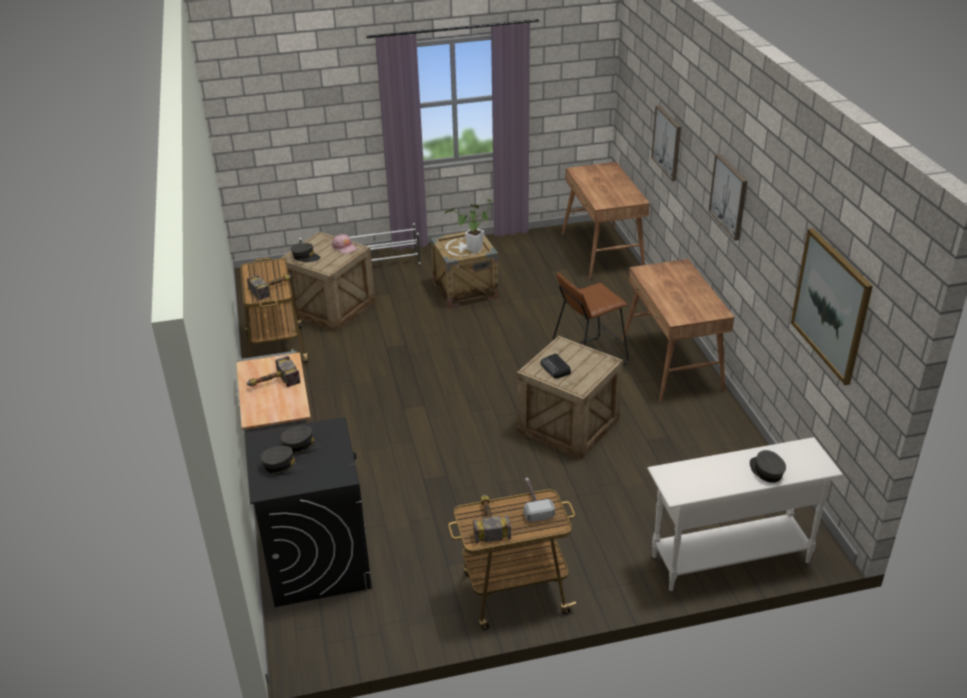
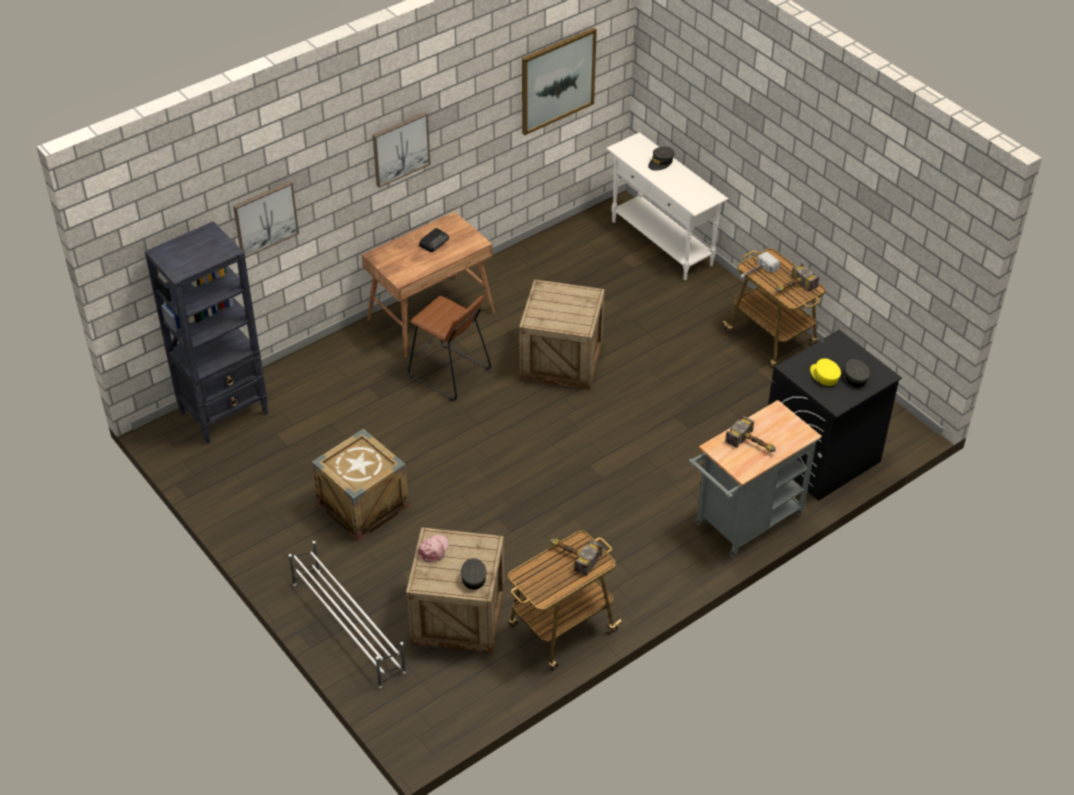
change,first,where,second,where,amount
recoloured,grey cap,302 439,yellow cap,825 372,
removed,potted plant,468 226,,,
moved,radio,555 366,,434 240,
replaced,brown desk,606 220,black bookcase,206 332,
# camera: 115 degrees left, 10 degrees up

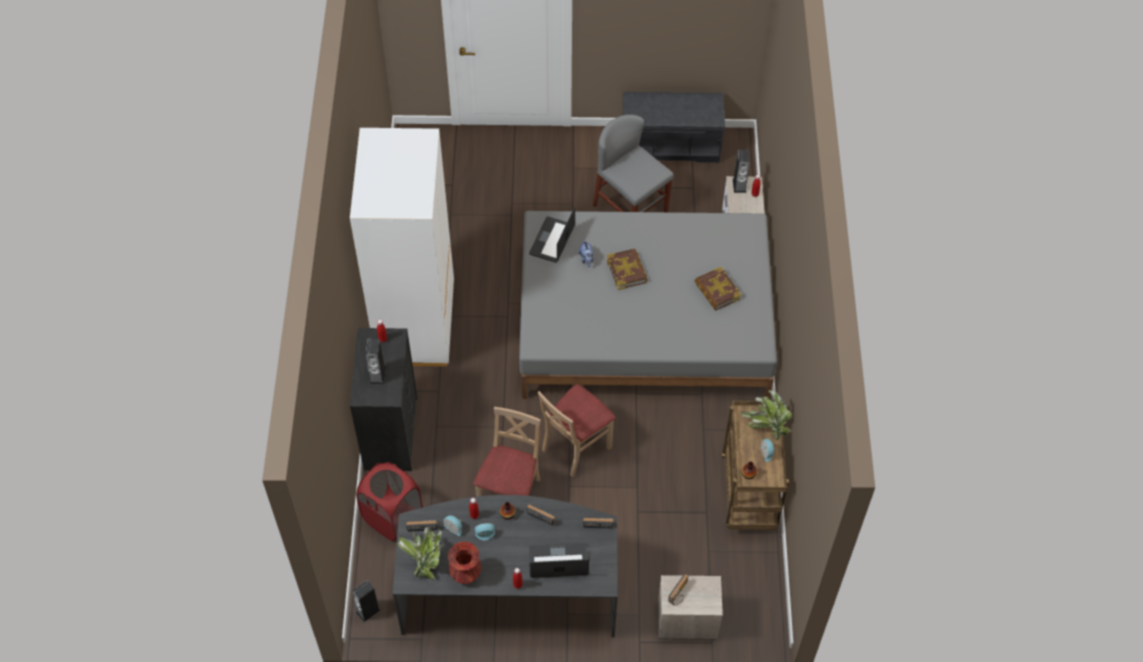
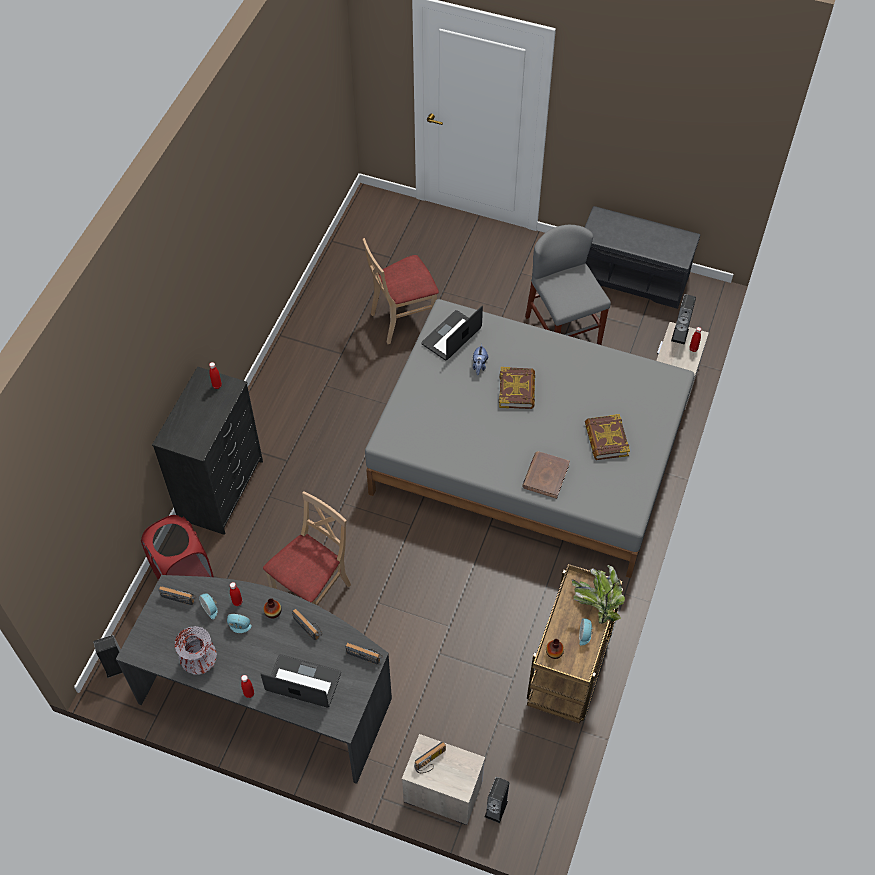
change,first,where,second,where,amount
removed,white wardrobe,402 247,,,
moved,speaker,375 362,,497 800,
removed,potted plant,420 553,,,
recoloured,red vase,464 562,grey vase,195 650,
moved,beige chair,577 430,,401 291,
added,,,brown book,546 475,
# camera: 20 degrees right, 0 degrees up

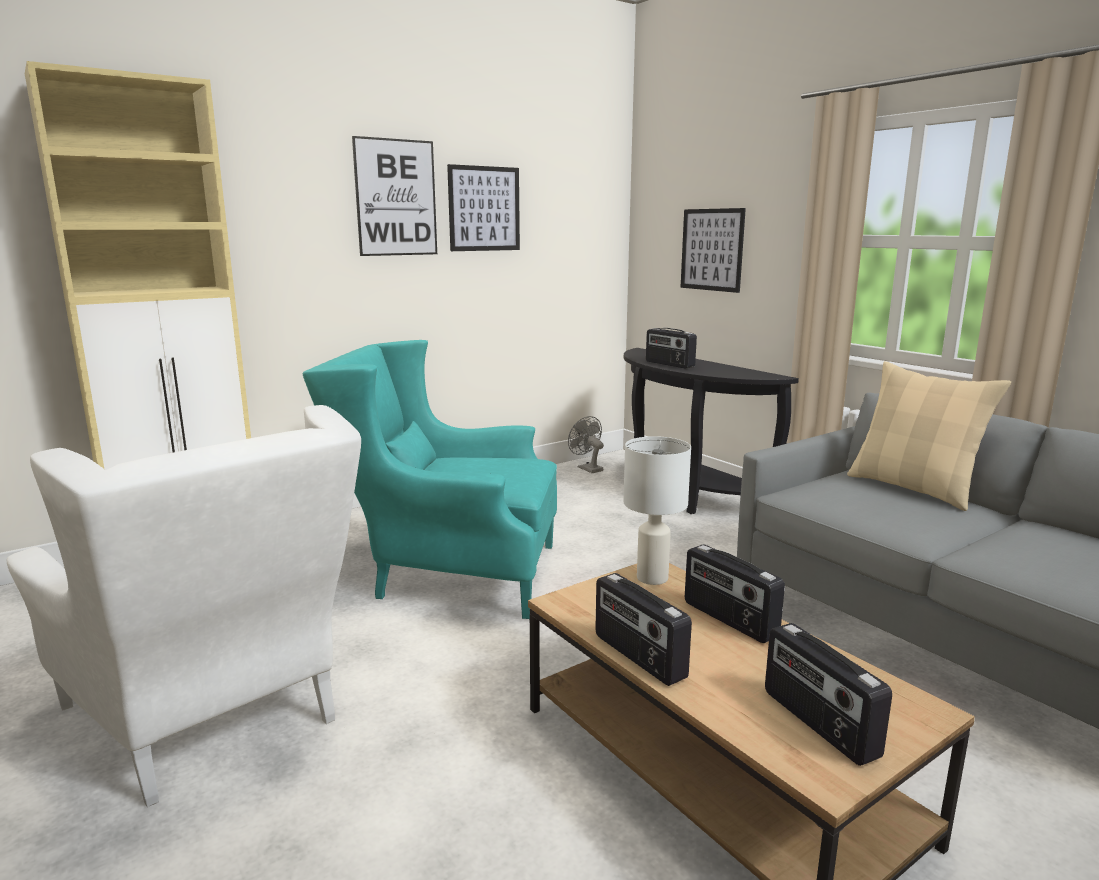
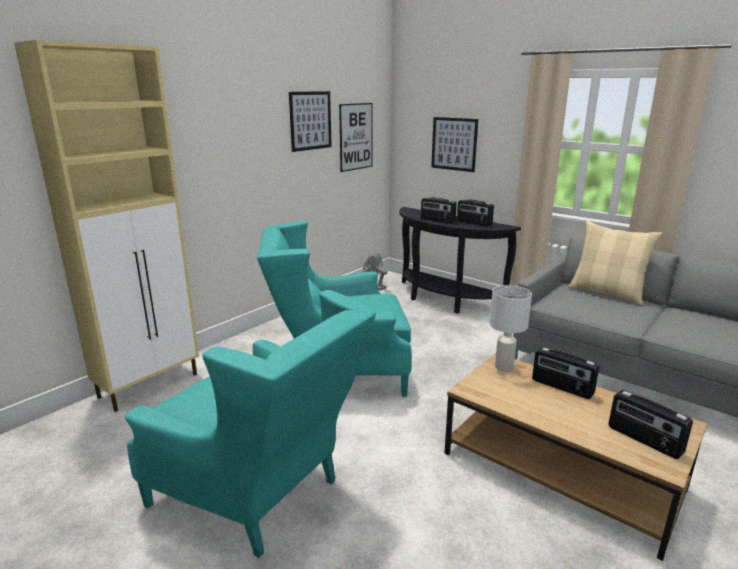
change,first,where,second,where,amount
recoloured,white armchair,183 606,turquoise armchair,250 424,
moved,picture,394 196,,356 137,
moved,radio,643 629,,475 213,
# camera: 15 degrees left, 5 degrees up

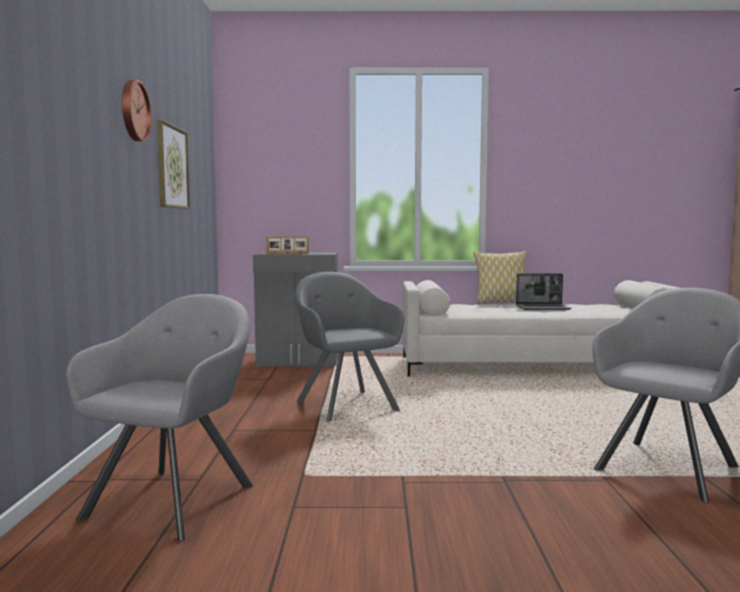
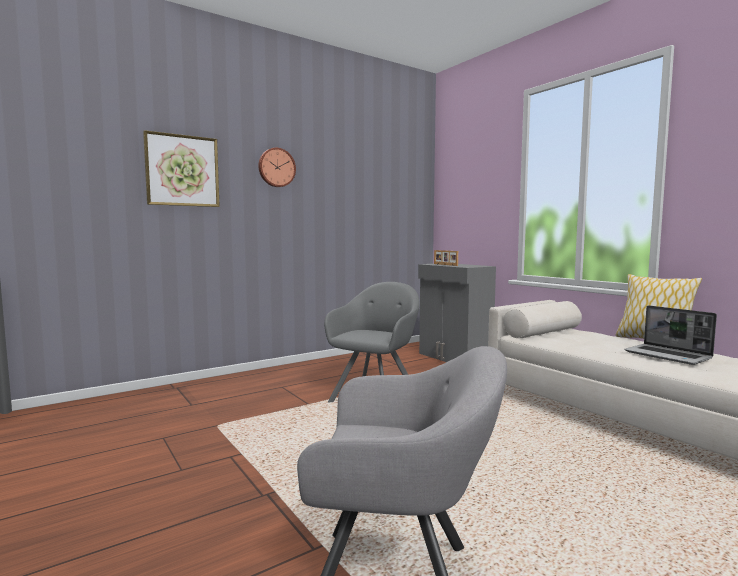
change,first,where,second,where,amount
removed,grey armchair,160 417,,,
moved,picture,173 164,,181 168,
# camera: 55 degrees right, 0 degrees up

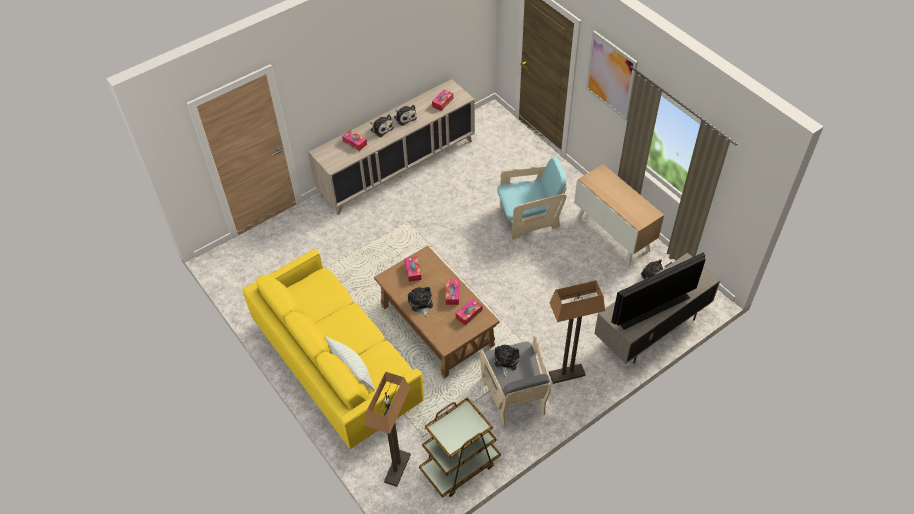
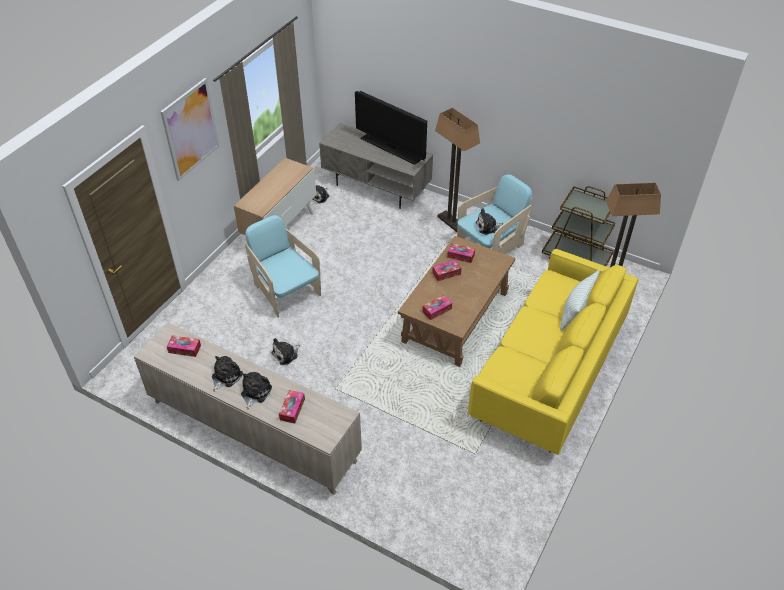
change,first,where,second,where,amount
moved,plush toy,420 302,,285 351,
recoloured,grey armchair,515 381,turquoise armchair,495 214,
# camera: 115 degrees left, 5 degrees down

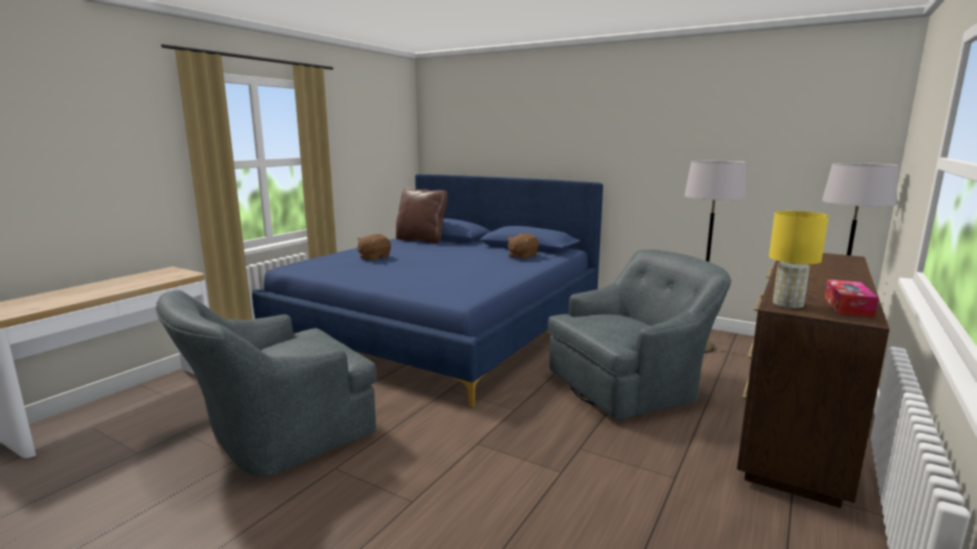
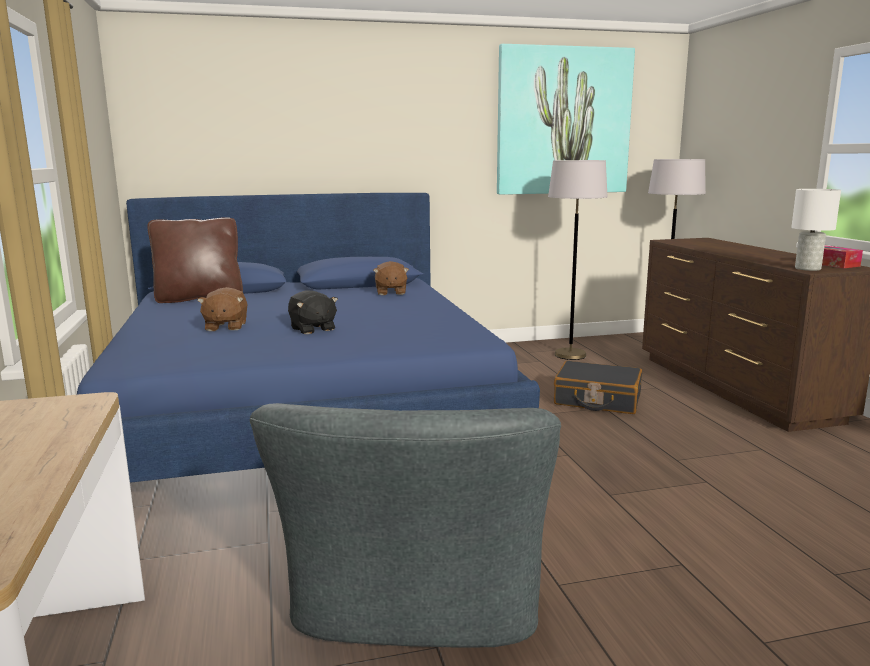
change,first,where,second,where,amount
replaced,grey armchair,639 334,black suitcase,598 387,
recoloured,yellow table lamp,799 260,white table lamp,816 230,
added,,,black plush toy,313 312,
added,,,picture,566 119,
# camera: 45 degrees left, 0 degrees up

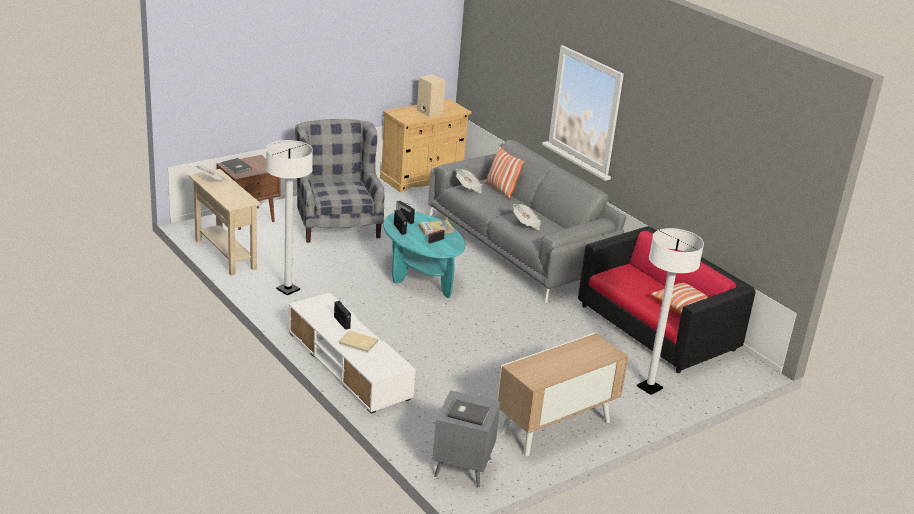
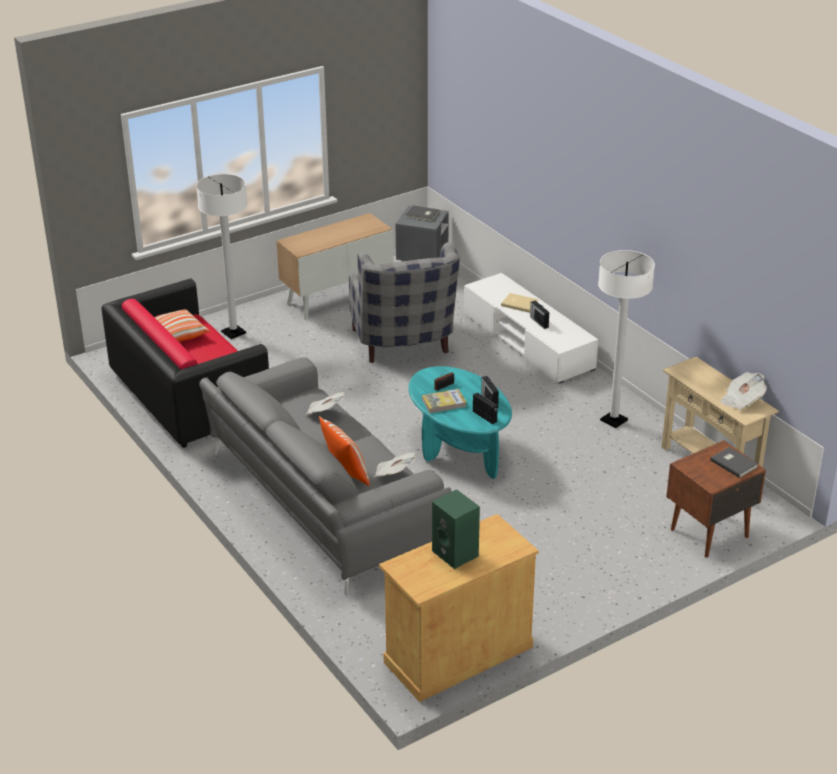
change,first,where,second,where,amount
moved,grey armchair,339 181,,404 302,
recoloured,beige speaker,431 95,green speaker,456 529,
# camera: 175 degrees left, 5 degrees up

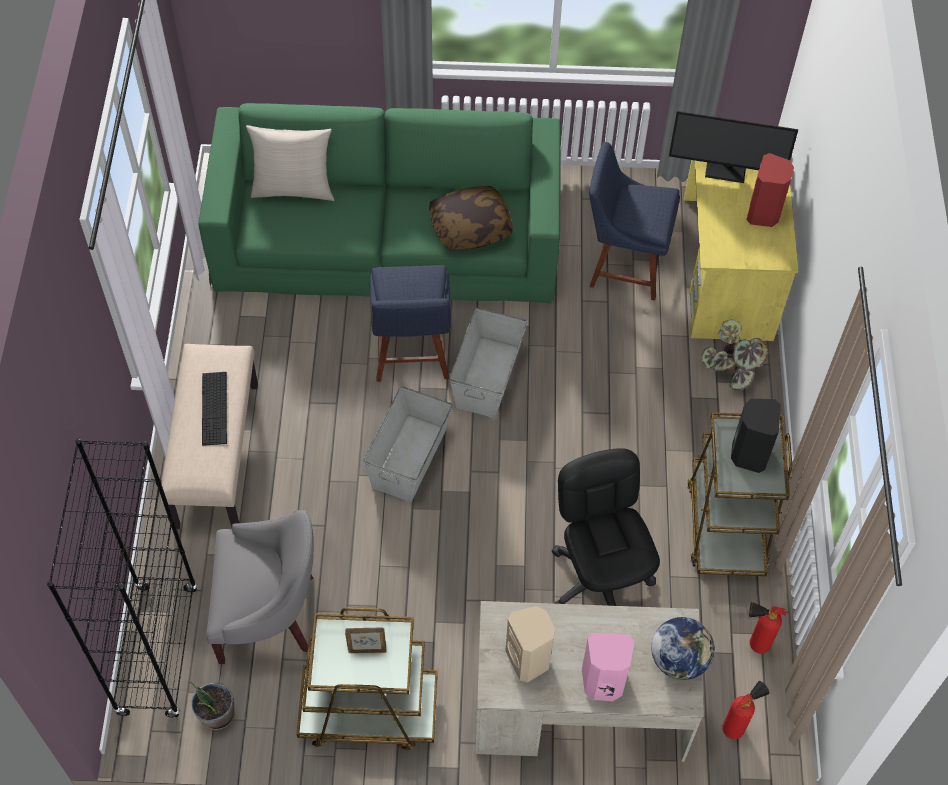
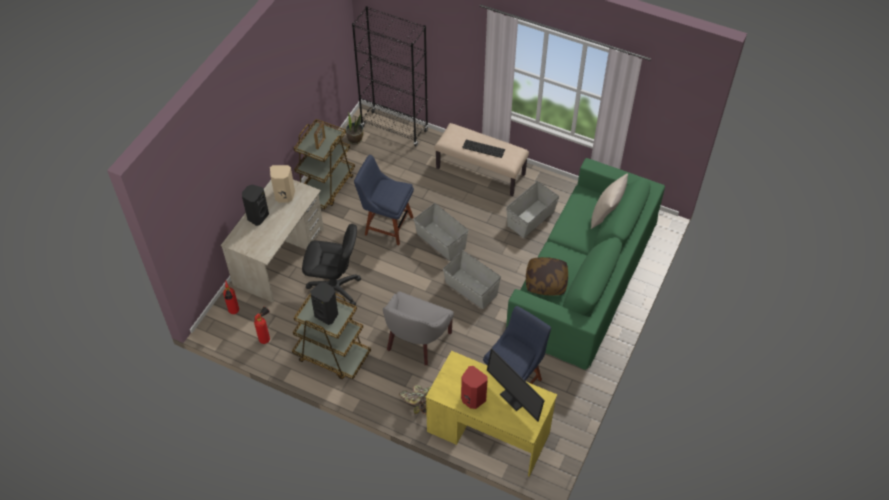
change,first,where,second,where,amount
moved,grey armchair,260 586,,418 328,
moved,blue chair,410 323,,384 200,
recoloured,pink speaker,608 666,black speaker,255 205,
removed,globe,683 648,,,
turned,monitor,733 147,,516 384,75 degrees counterclockwise
added,,,grey storage box,532 209,
# camera: 115 degrees right, 5 degrees down

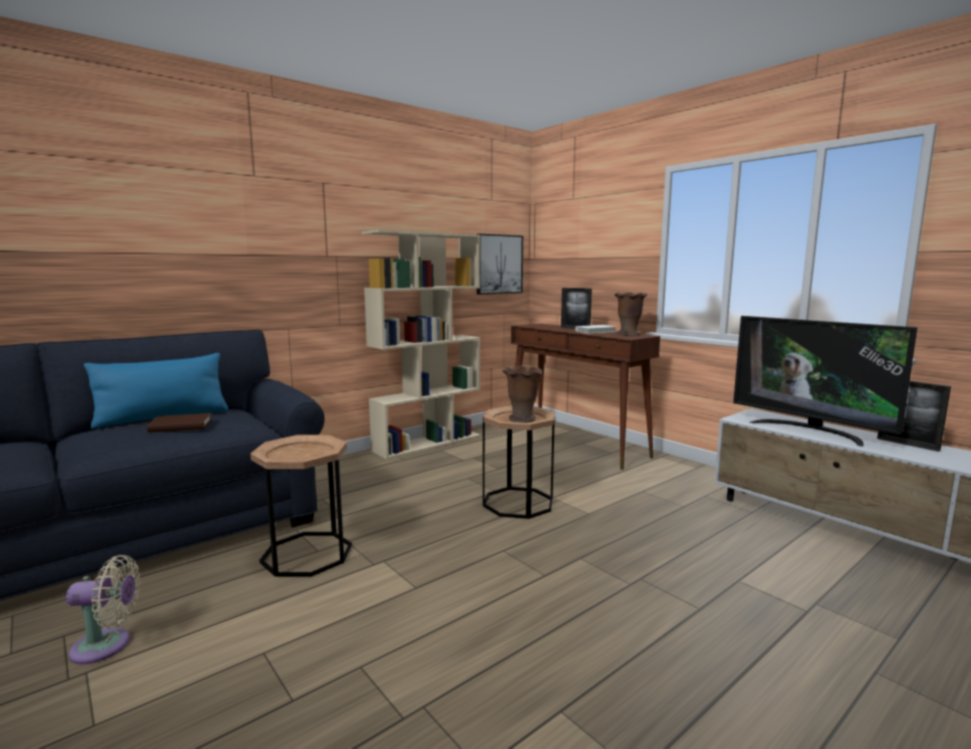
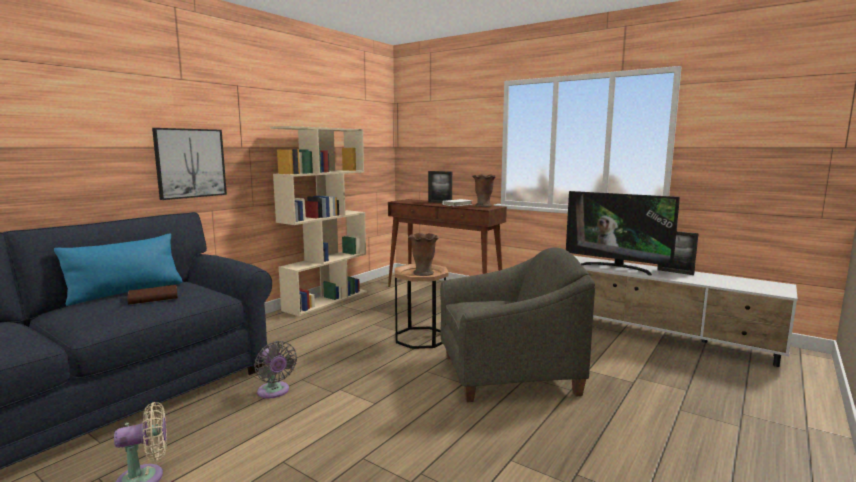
change,first,where,second,where,amount
replaced,brown side table,301 506,grey fan,275 369,
moved,picture,500 264,,189 164,
added,,,grey armchair,517 325,
# camera: 15 degrees left, 0 degrees up

